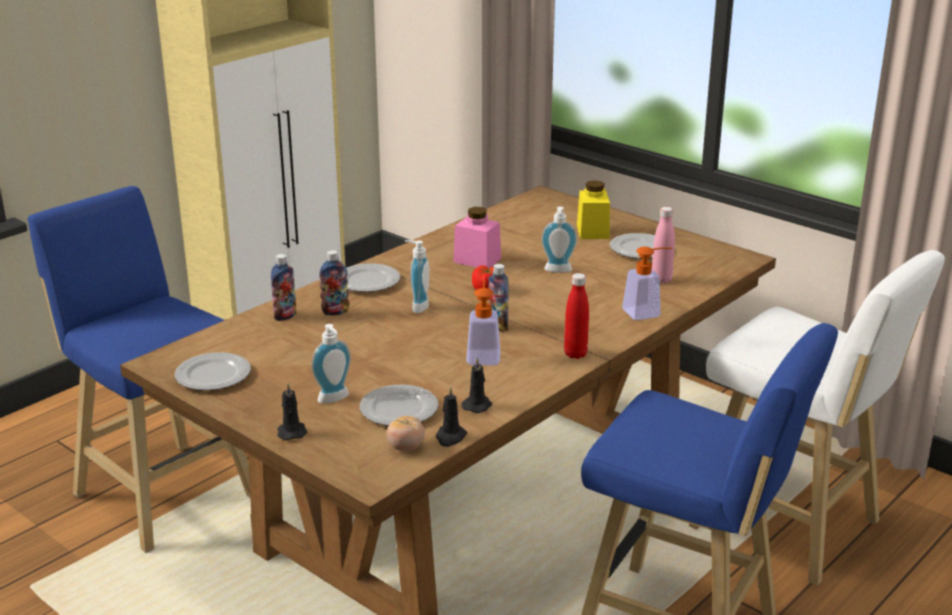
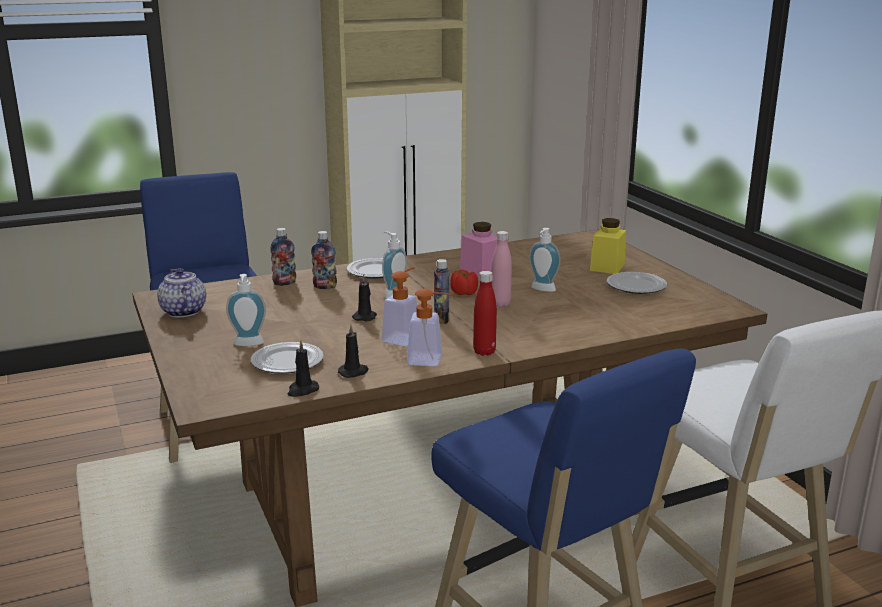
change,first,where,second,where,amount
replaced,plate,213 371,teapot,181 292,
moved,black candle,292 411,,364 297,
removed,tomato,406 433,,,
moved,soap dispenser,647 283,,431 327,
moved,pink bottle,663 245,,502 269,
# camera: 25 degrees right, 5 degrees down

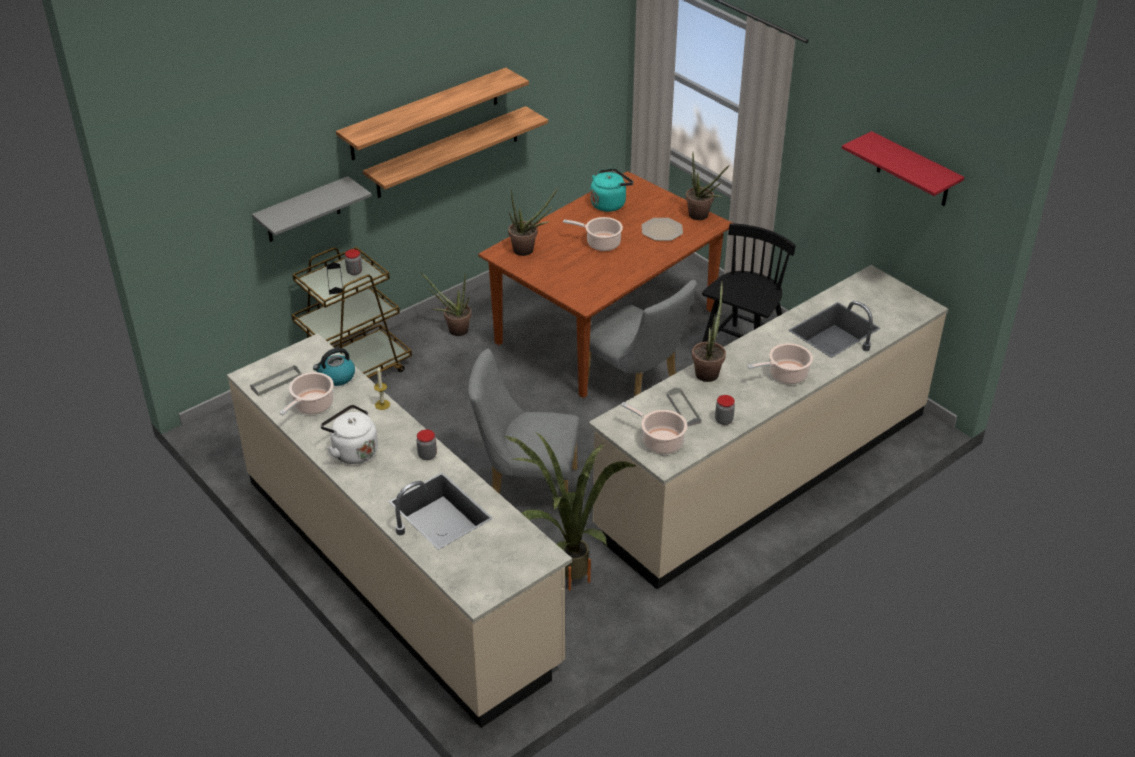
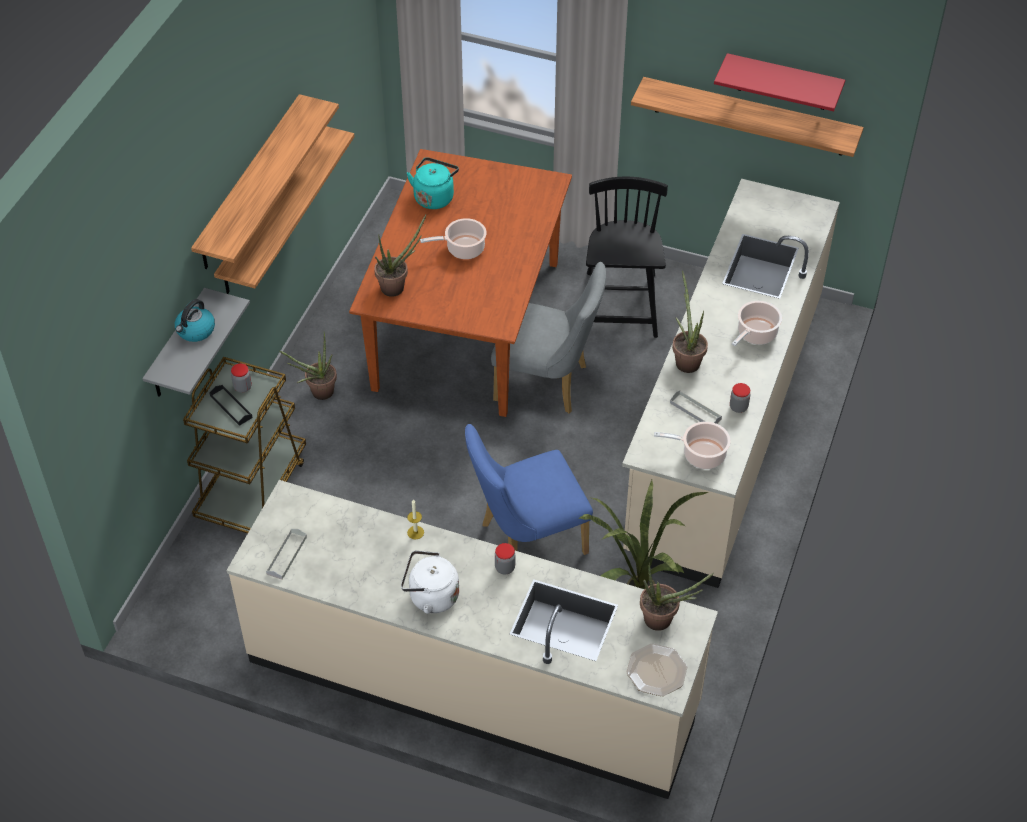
change,first,where,second,where,amount
removed,cooking pot,307 393,,,
moved,kettle,334 367,,195 320,
recoloured,grey chair,523 421,blue chair,529 489,
moved,plate,662 229,,657 670,
moved,potted plant,707 187,,677 596,
added,,,shelf,747 117,
# camera: 30 degrees left, 10 degrees up

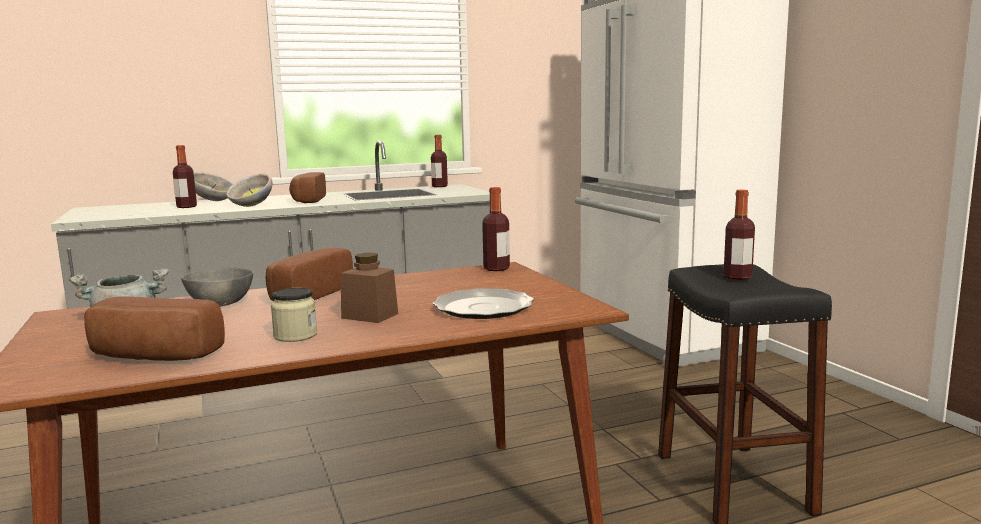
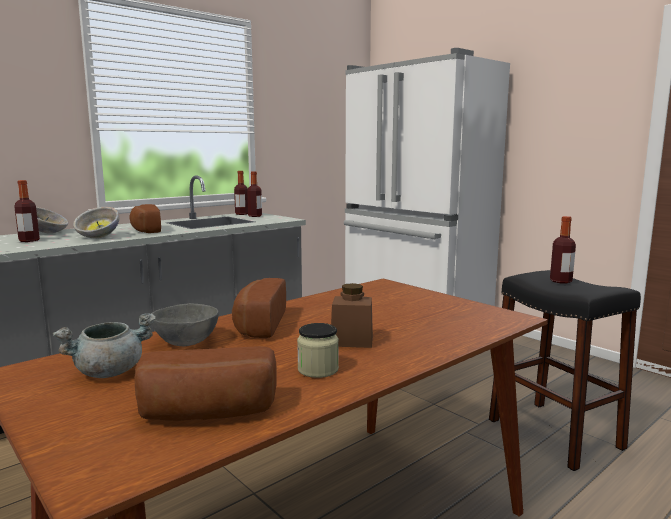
change,first,where,second,where,amount
removed,plate,483 303,,,
moved,bottle,496 229,,254 194,
# camera: 20 degrees left, 0 degrees up

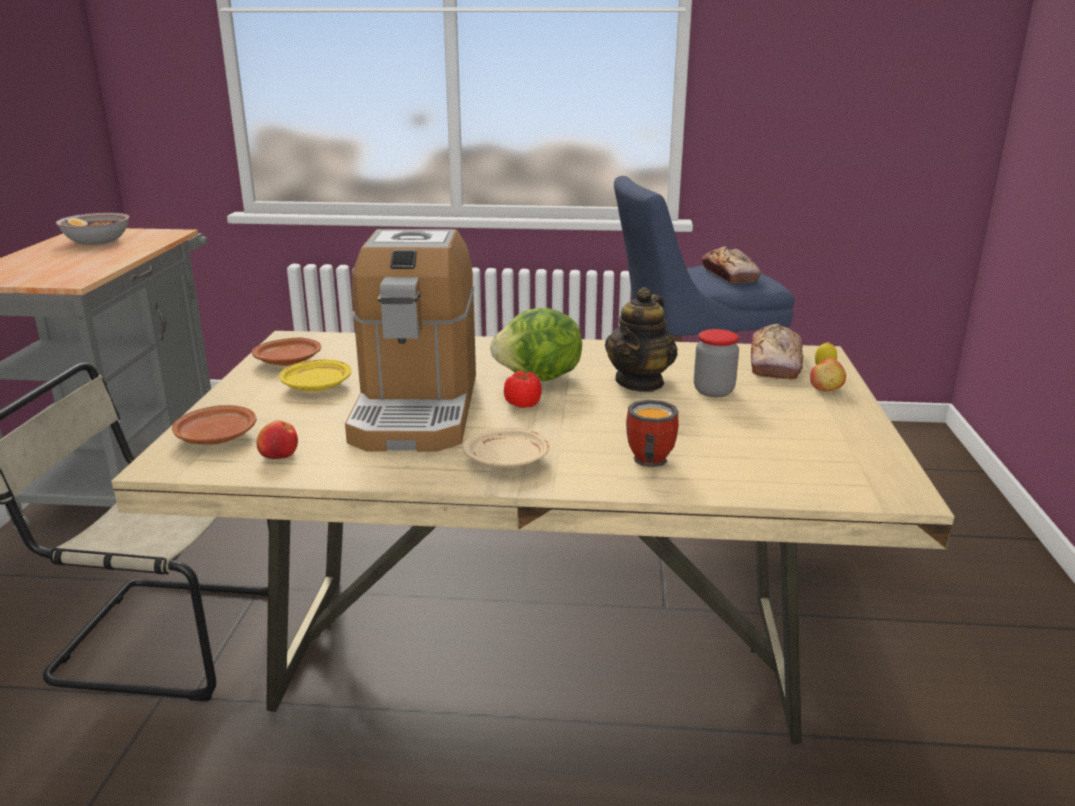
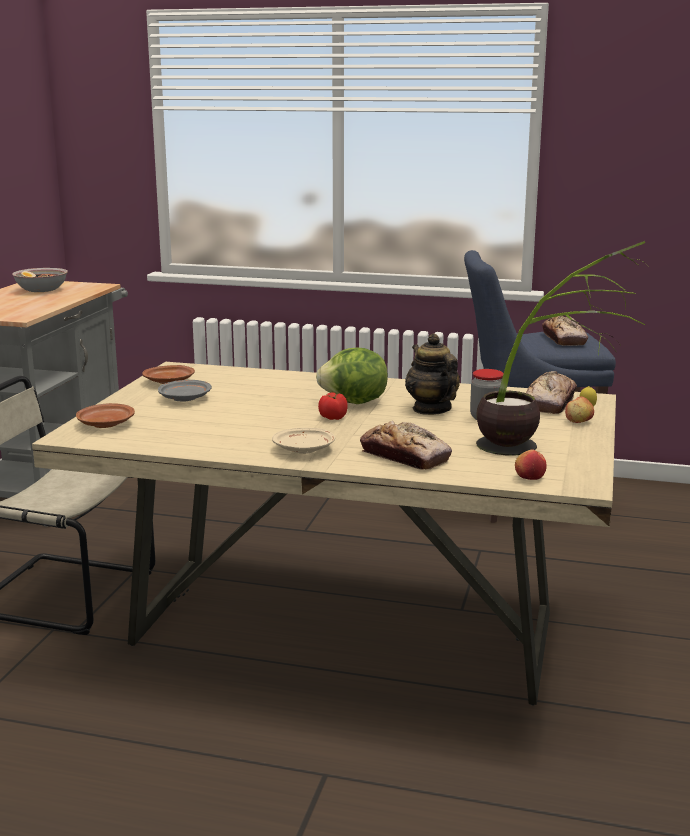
change,first,where,second,where,amount
moved,apple,277 439,,531 464,
recoloured,yellow plate,315 375,grey plate,185 391,
removed,coffee machine,410 340,,,
turned,teapot,641 339,,432 374,120 degrees clockwise
replaced,mug,652 433,bread,406 445,
added,,,potted plant,562 348,
# camera: 10 degrees right, 5 degrees down

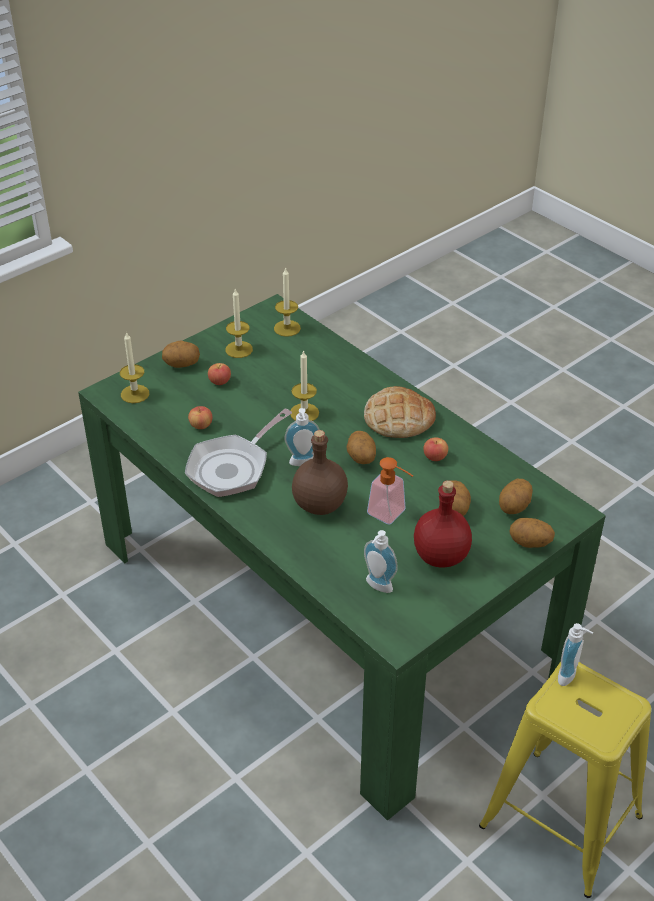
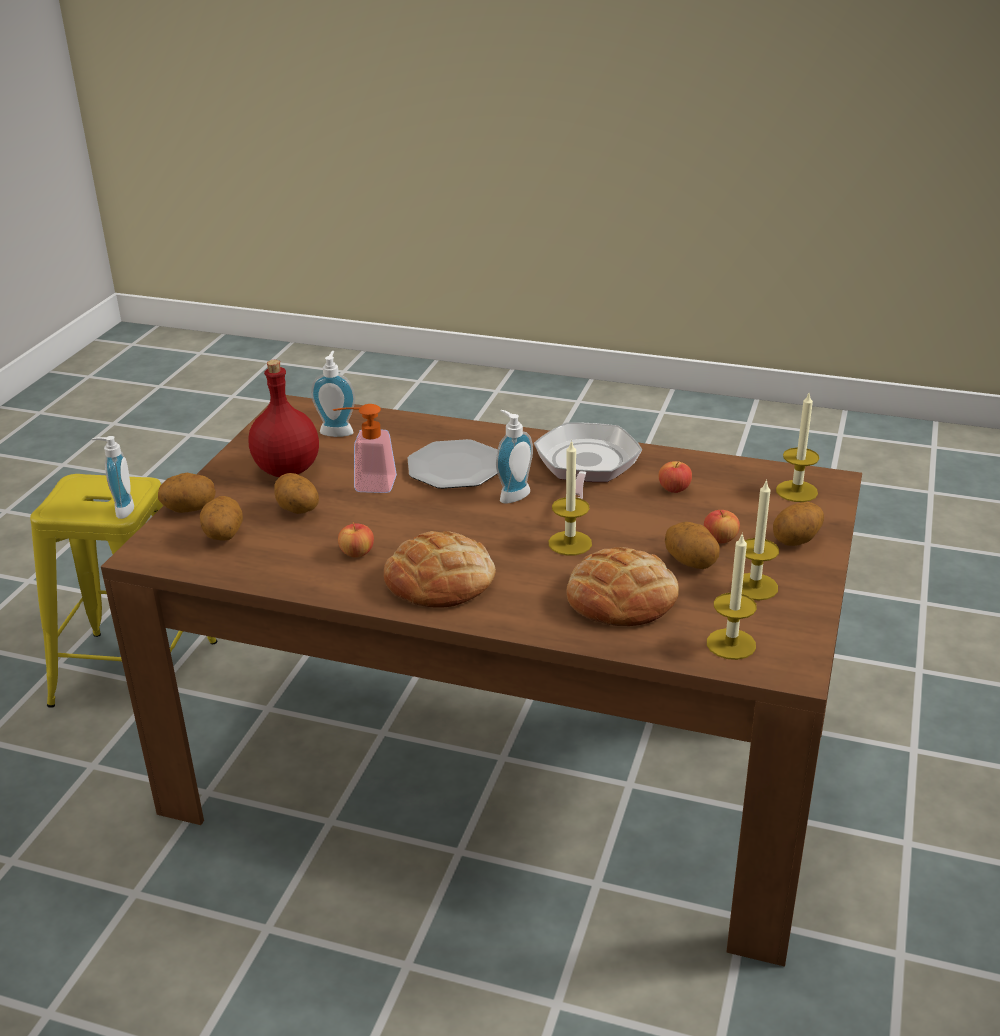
change,first,where,second,where,amount
recoloured,green dining table,342 557,brown dining table,481 681,
replaced,brown bottle,320 472,plate,453 464,
moved,potato,361 447,,692 545,
added,,,bread,623 586,
# camera: 150 degrees right, 10 degrees down

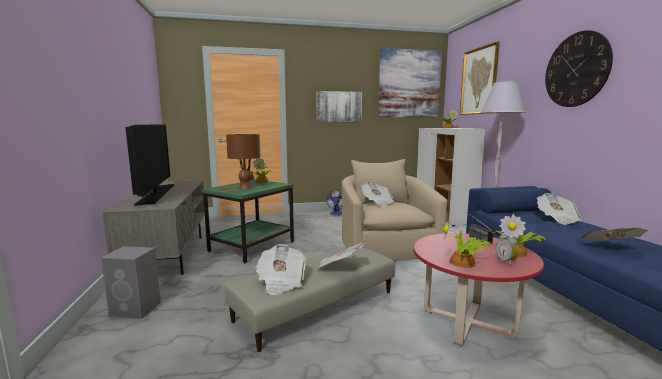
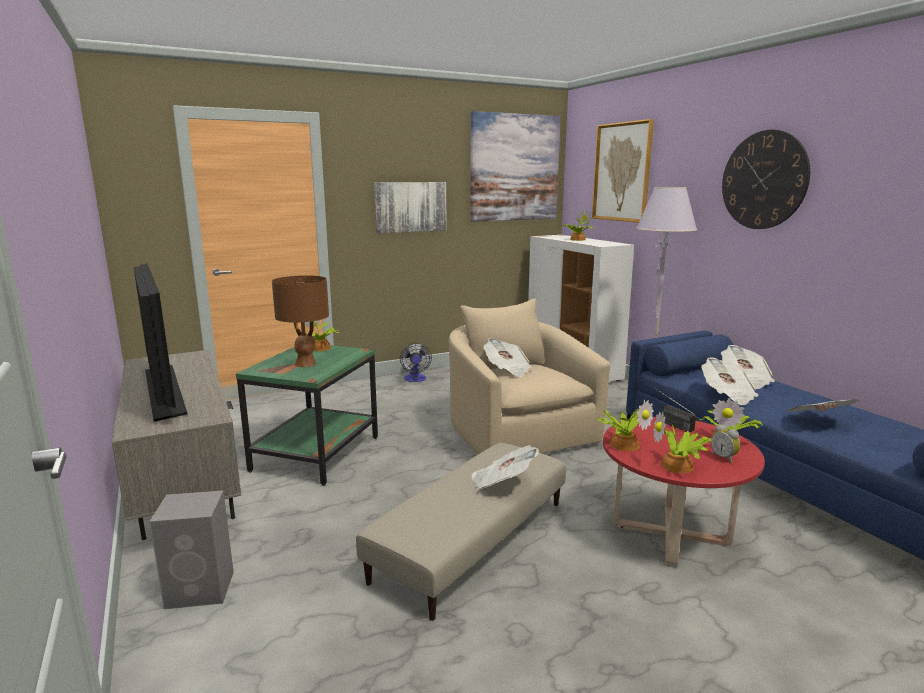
change,first,where,second,where,amount
moved,newspaper,281 269,,730 381,
added,,,potted plant,625 425,
# camera: 15 degrees left, 5 degrees up

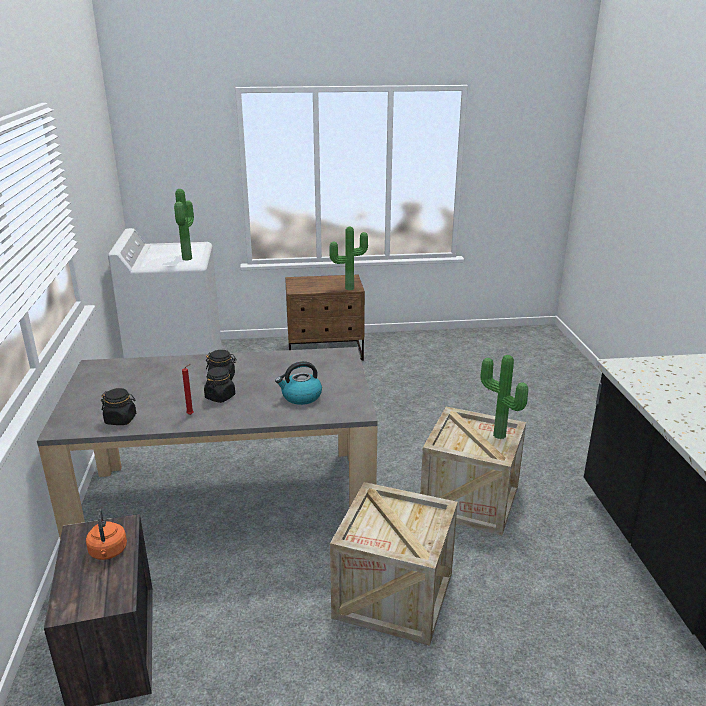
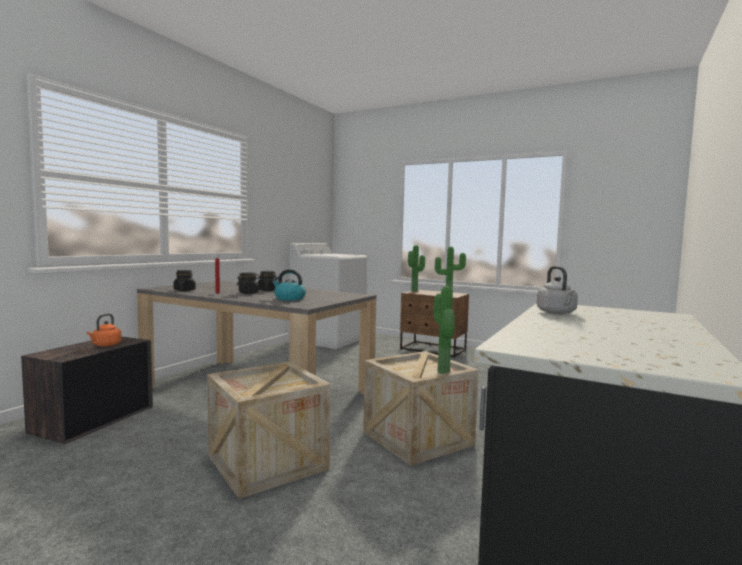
change,first,where,second,where,amount
moved,potted plant,184 225,,416 268,
added,,,grey kettle,557 290,
# camera: 35 degrees right, 20 degrees down

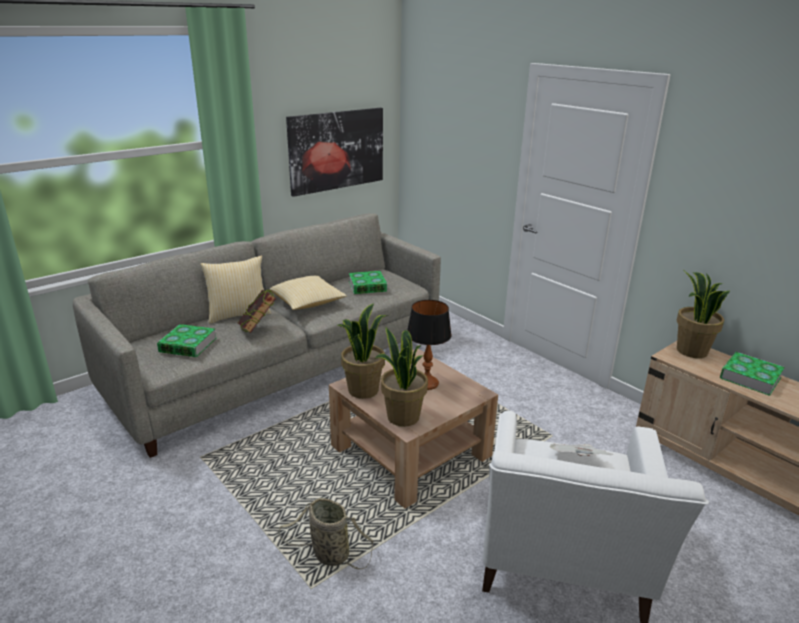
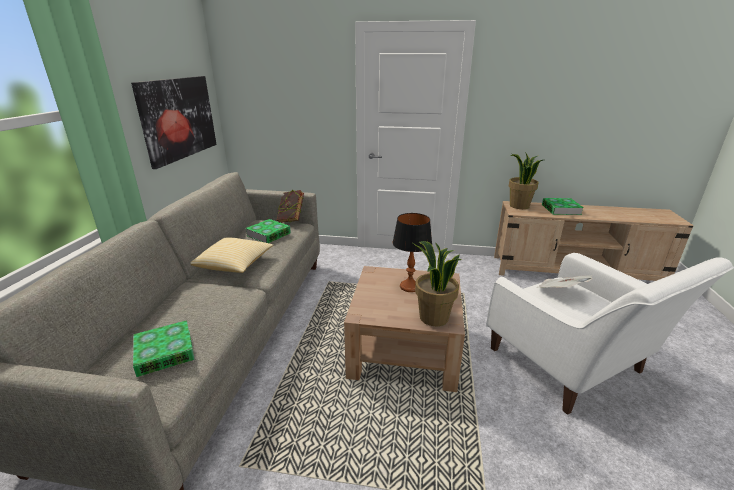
change,first,where,second,where,amount
removed,pillow,235 289,,,
moved,book,257 311,,290 206,
removed,basket,326 533,,,
removed,potted plant,362 351,,,
# camera: 40 degrees left, 0 degrees up

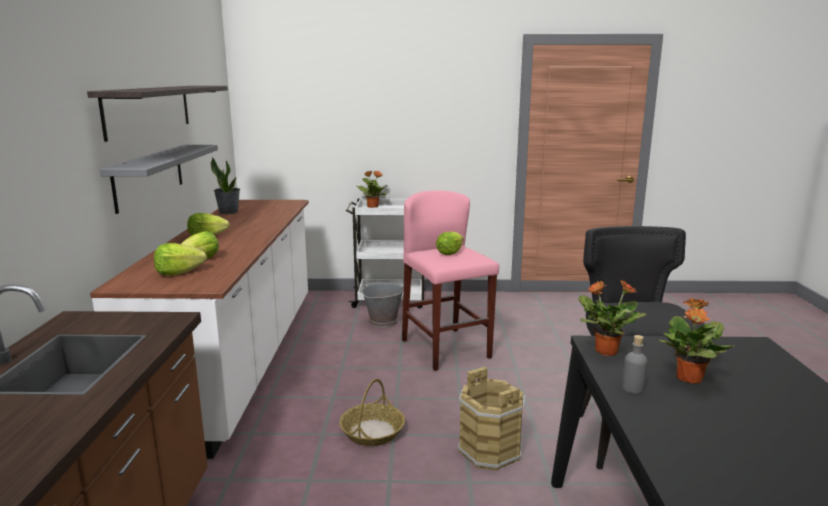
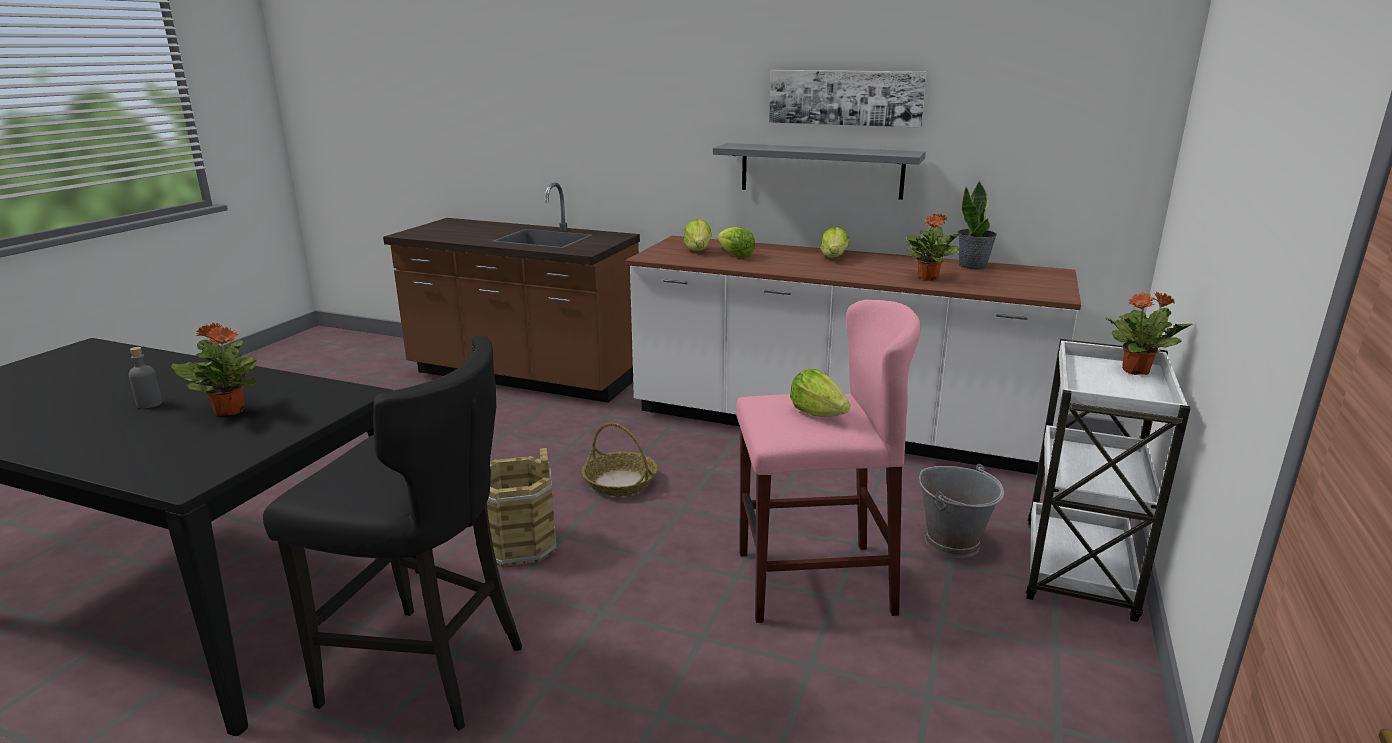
change,first,where,second,where,amount
replaced,shelf,157 114,picture,848 99,
moved,potted plant,612 318,,933 247,
moved,grey bottle,635 364,,145 378,
# camera: 110 degrees right, 5 degrees up

